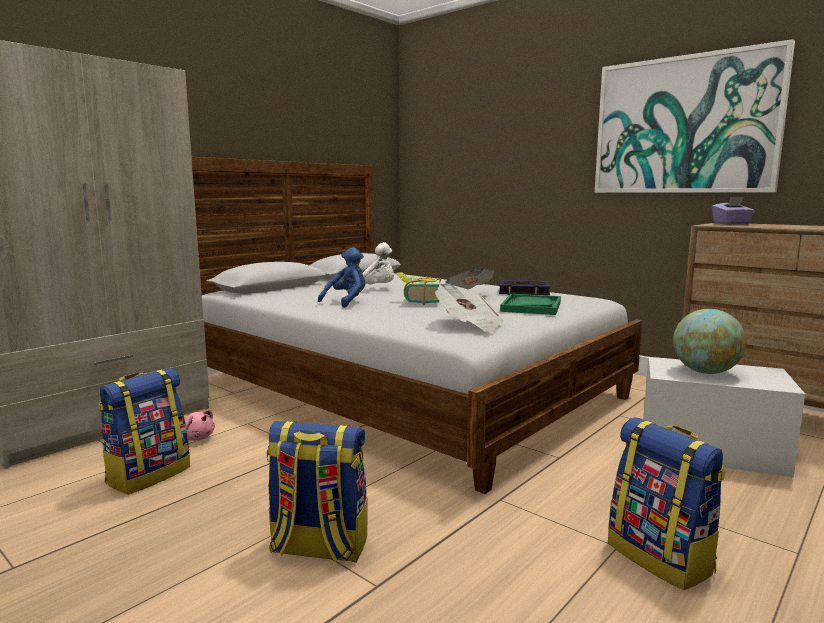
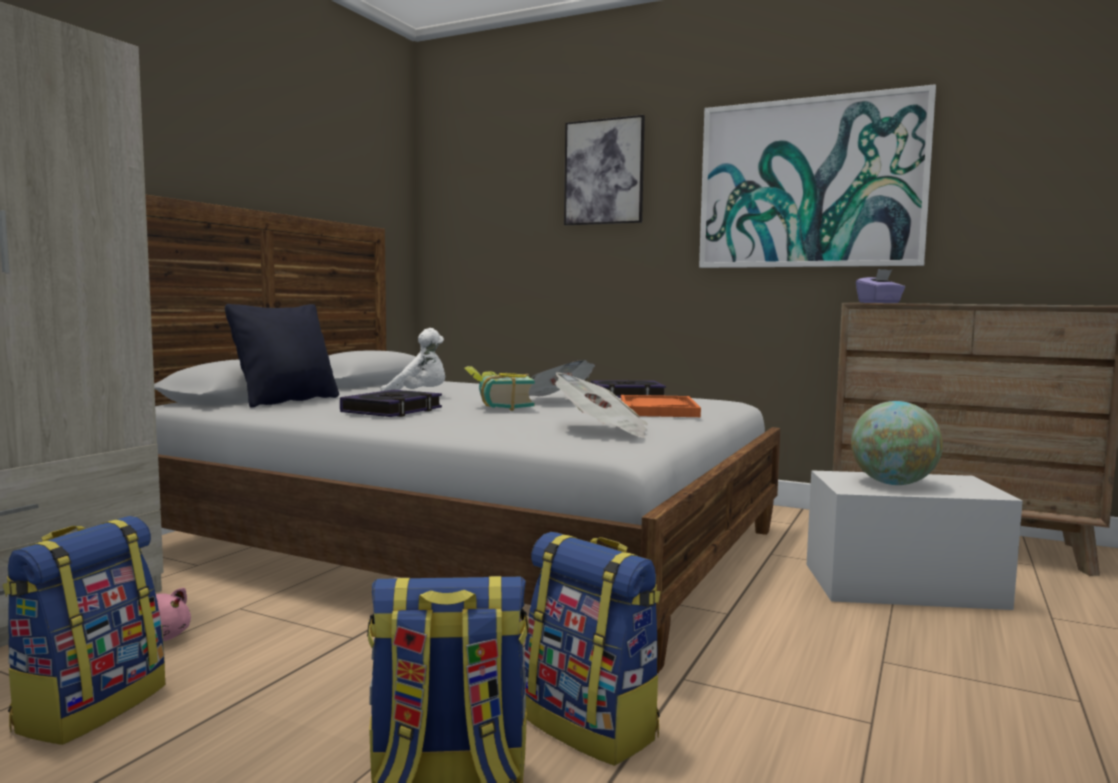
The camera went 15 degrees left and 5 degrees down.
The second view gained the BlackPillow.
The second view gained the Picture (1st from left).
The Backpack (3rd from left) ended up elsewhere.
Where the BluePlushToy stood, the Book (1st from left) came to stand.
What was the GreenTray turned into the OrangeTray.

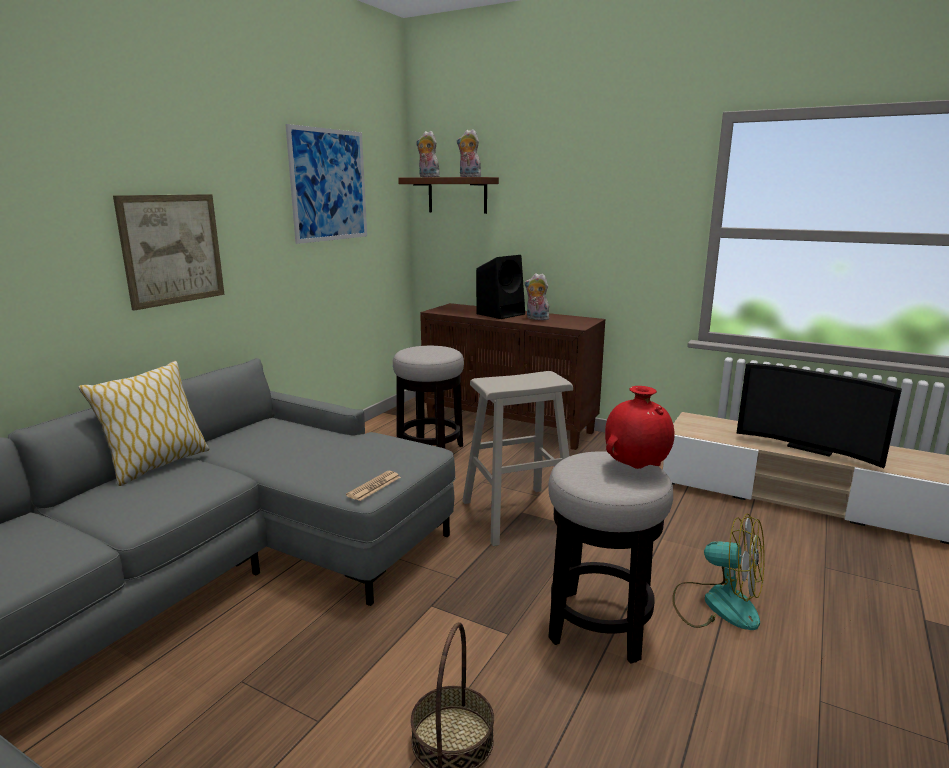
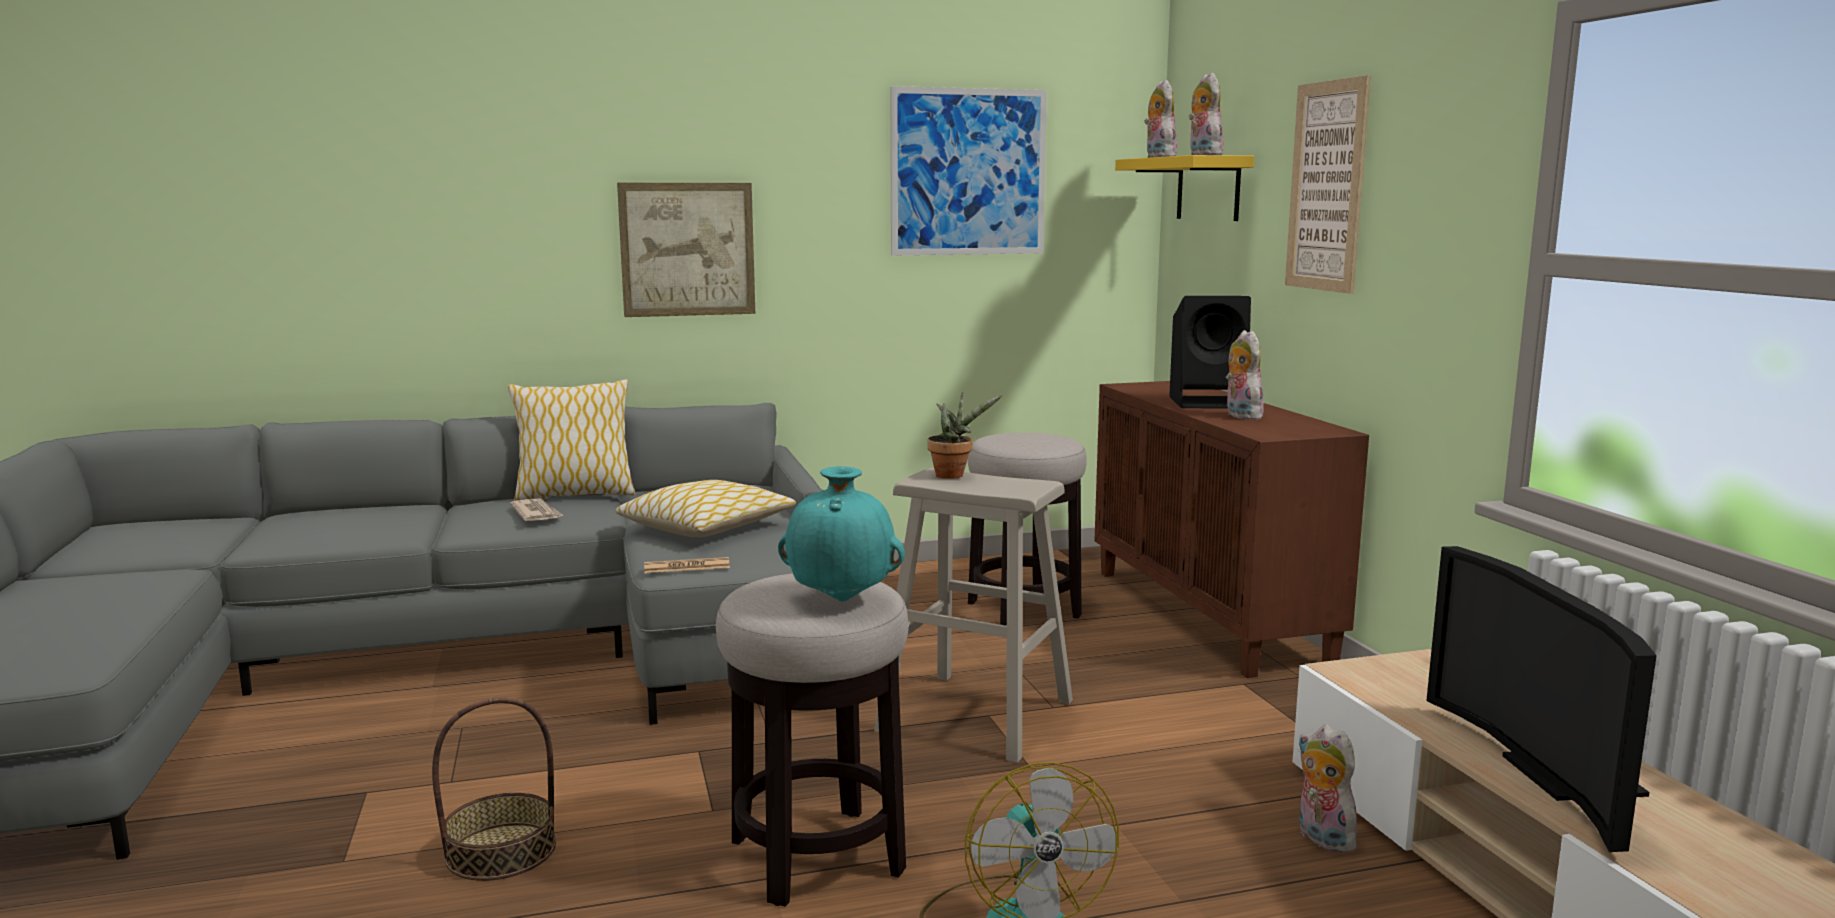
The camera went 45 degrees right and 5 degrees down.
The second view gained the Newspaper (1st from left).
The second view gained the Pillow (2nd from left).
The second view gained the PottedPlant.
The second view gained the Picture (3rd from left).
The second view gained the PlushToy (4th from left).
What was the BrownShelf turned into the YellowShelf.
What was the RedVase turned into the TurquoiseVase.

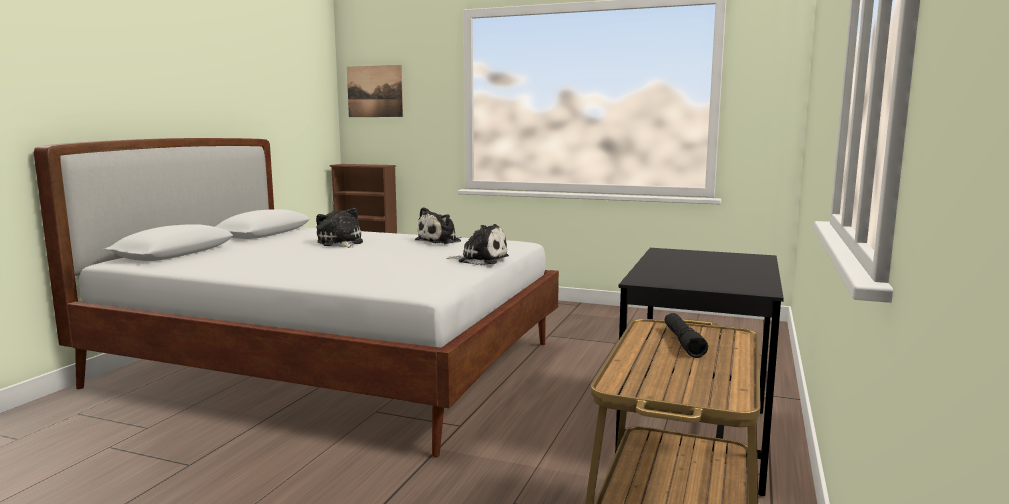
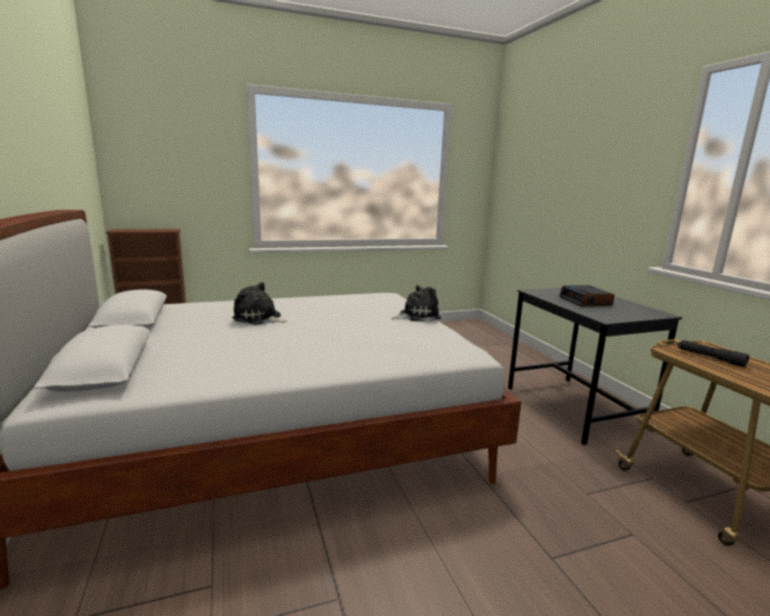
The camera went 40 degrees left and 5 degrees up.
The second view lost the Picture.
The second view lost the PlushToy (2nd from left).
The second view gained the AlarmClock.

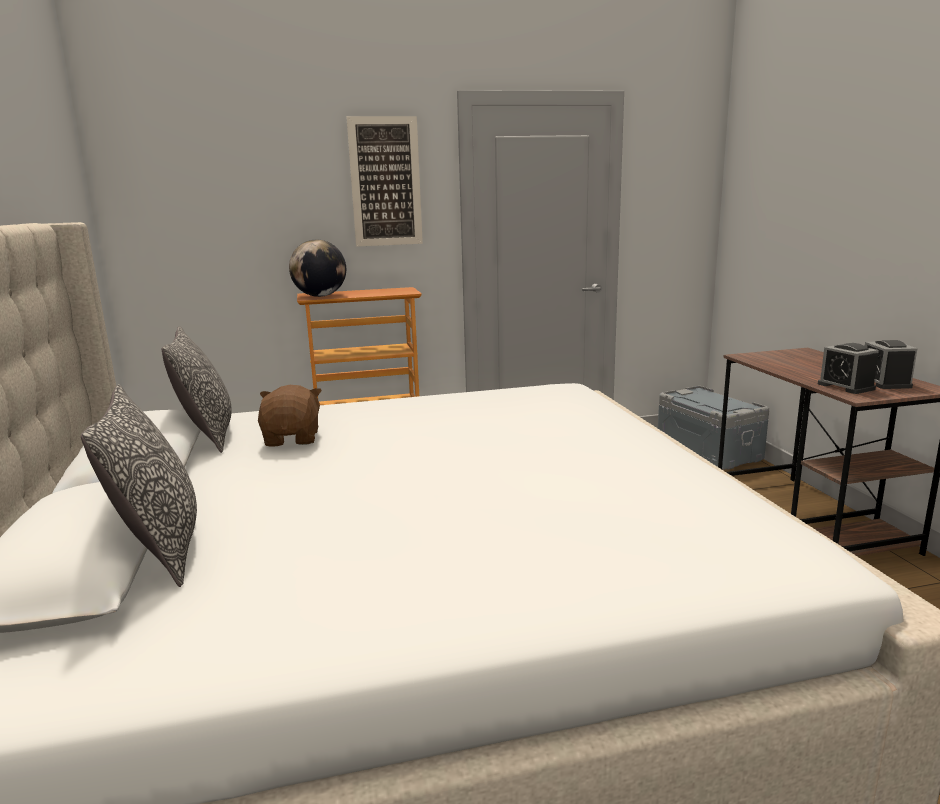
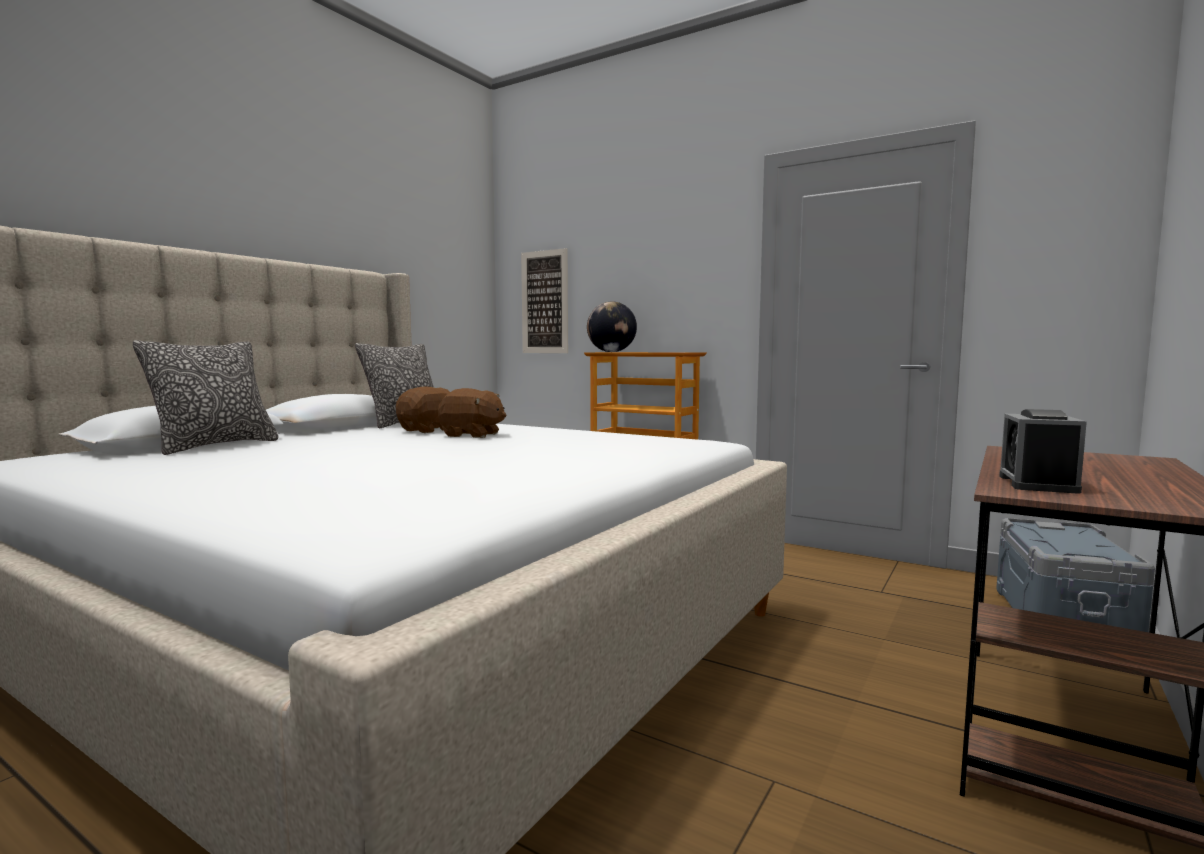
The camera went 45 degrees right and 10 degrees down.
The second view lost the AlarmClock (2nd from left).
The second view gained the BrownPlushToy (2nd from left).
The Picture ended up elsewhere.

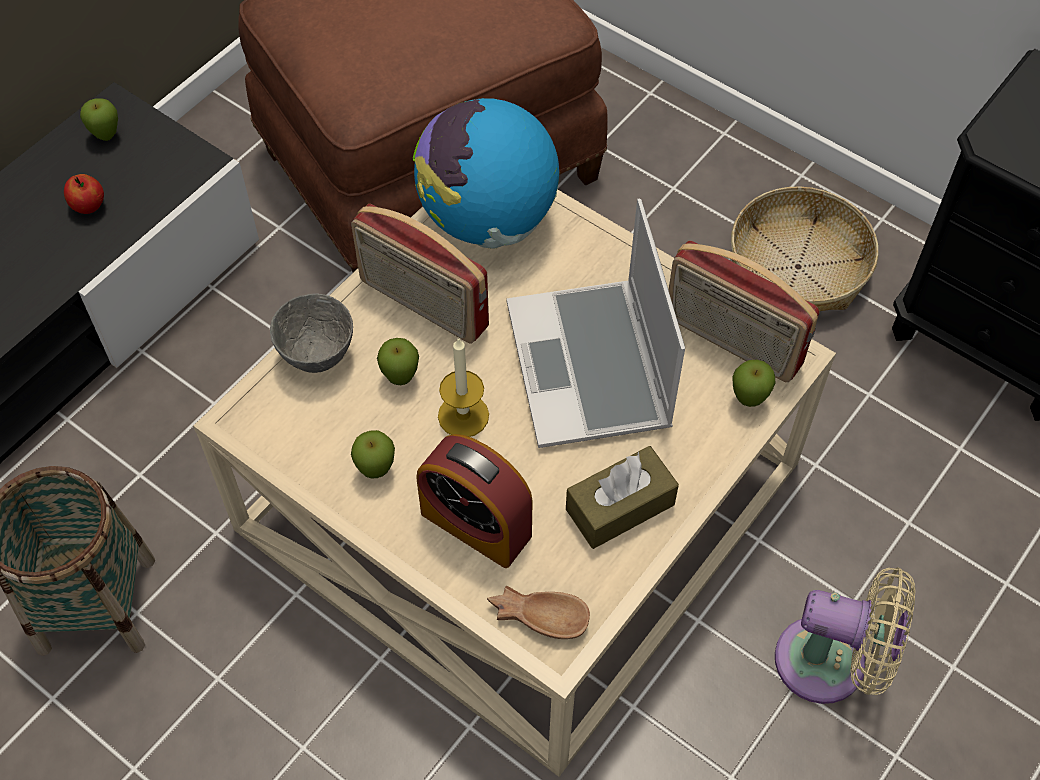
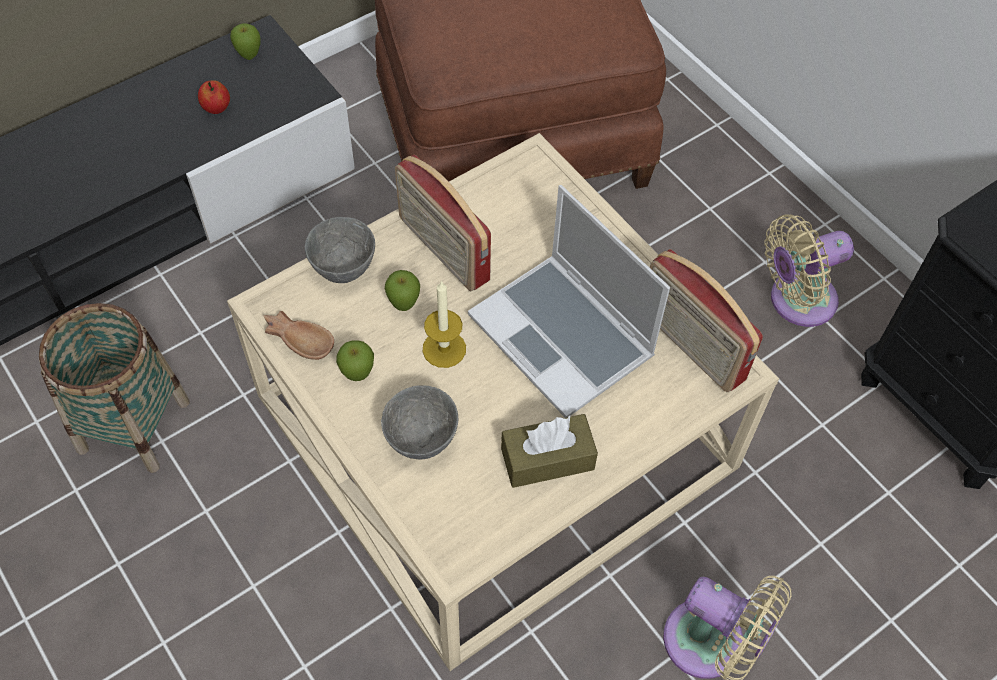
The camera went 15 degrees right and 0 degrees up.
The second view lost the Globe.
The second view lost the Apple (5th from left).
The BrownBowl ended up elsewhere.
Where the AlarmClock stood, the GreyBowl (2nd from left) came to stand.
Where the Basket (2nd from left) stood, the BeigeFan (2nd from left) came to stand.
The Laptop ended up facing another way, 45 degrees counterclockwise from before.

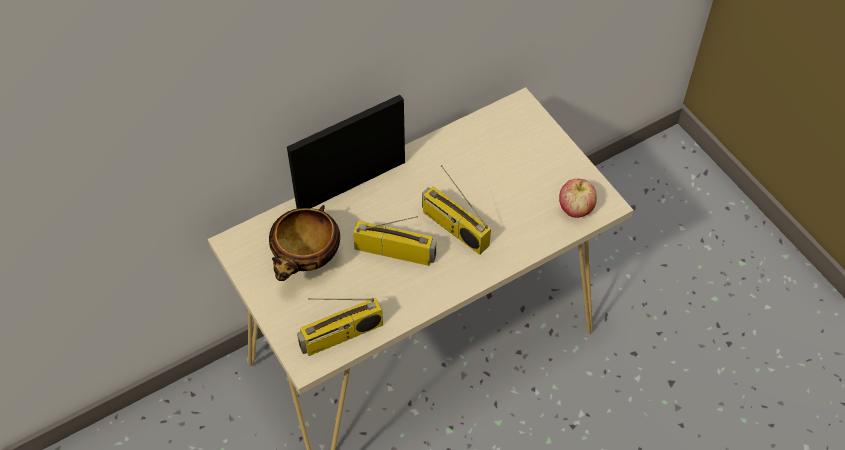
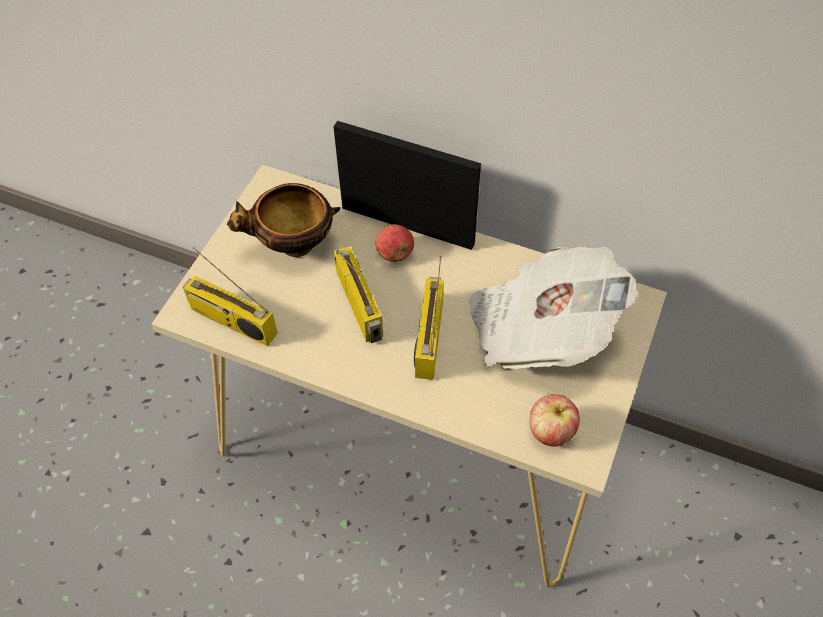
The camera went 55 degrees right and 0 degrees up.
The second view gained the Apple (1st from left).
The second view gained the Newspaper.

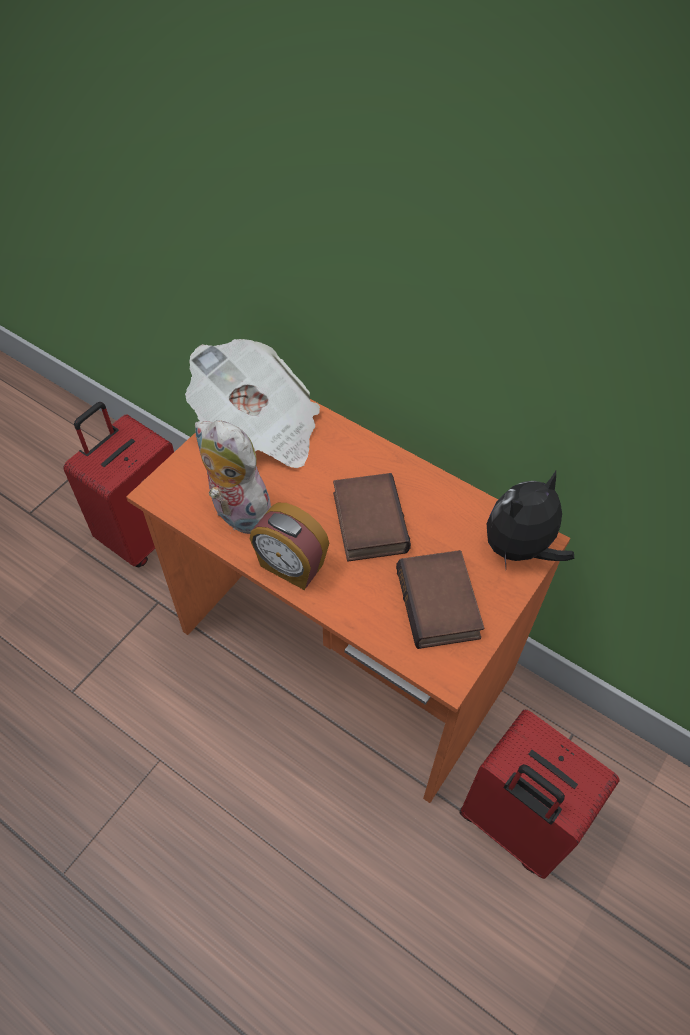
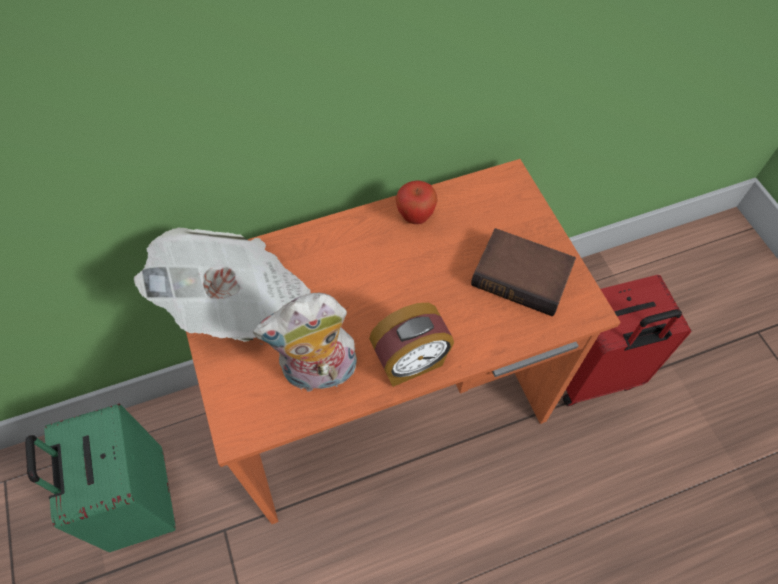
The camera went 55 degrees left and 5 degrees up.
The second view lost the Book (1st from left).
The second view lost the PlushToy (2nd from left).
The second view gained the Apple.
What was the RedSuitcase (1st from left) turned into the GreenSuitcase.

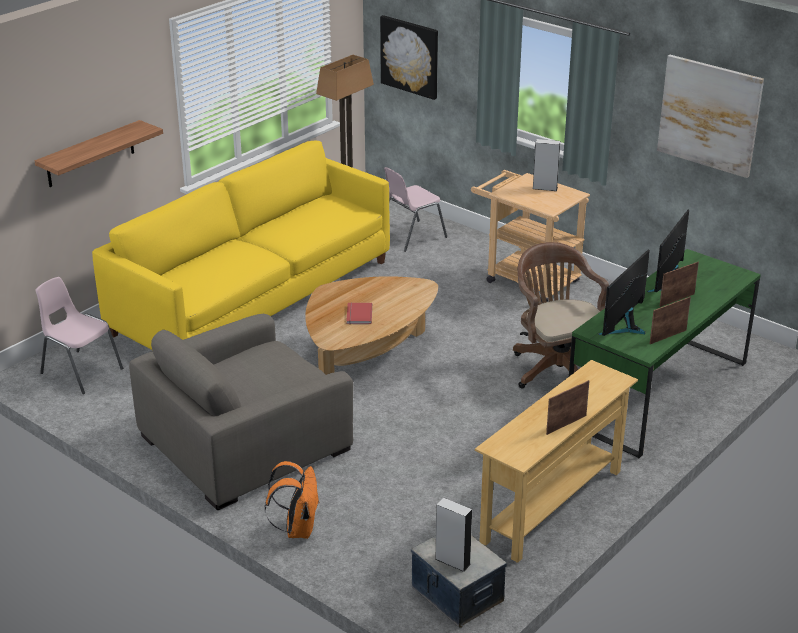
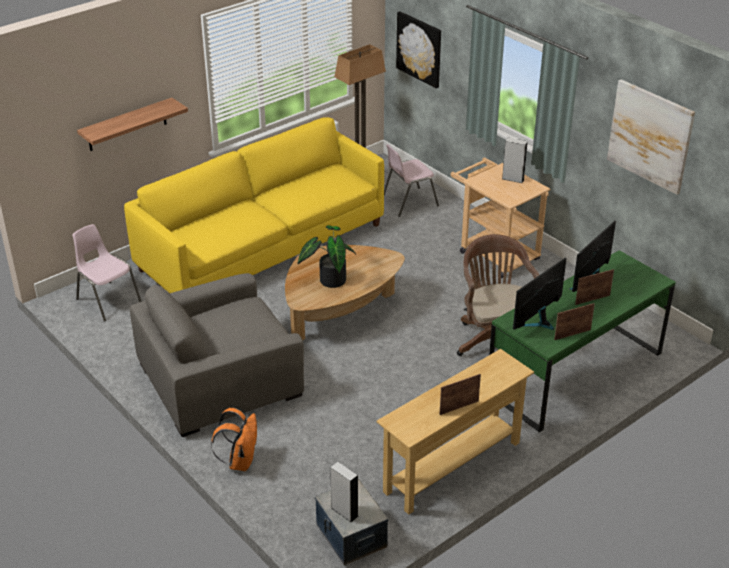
The camera went 10 degrees right and 5 degrees up.
Where the RedBook stood, the PottedPlant came to stand.

